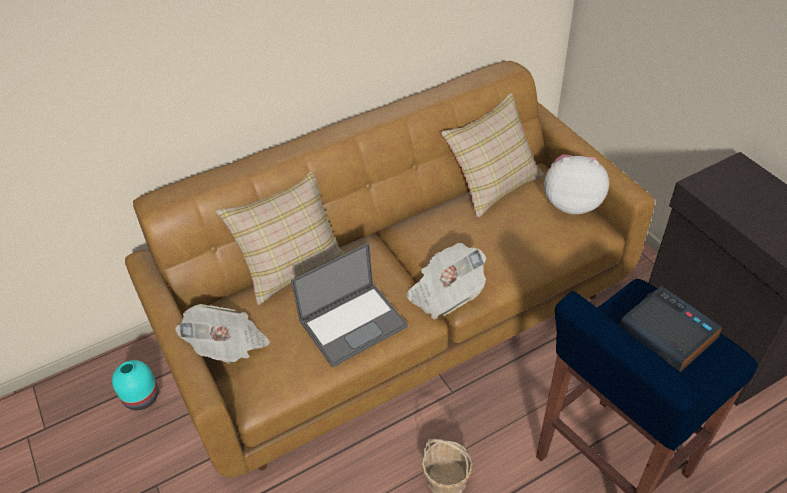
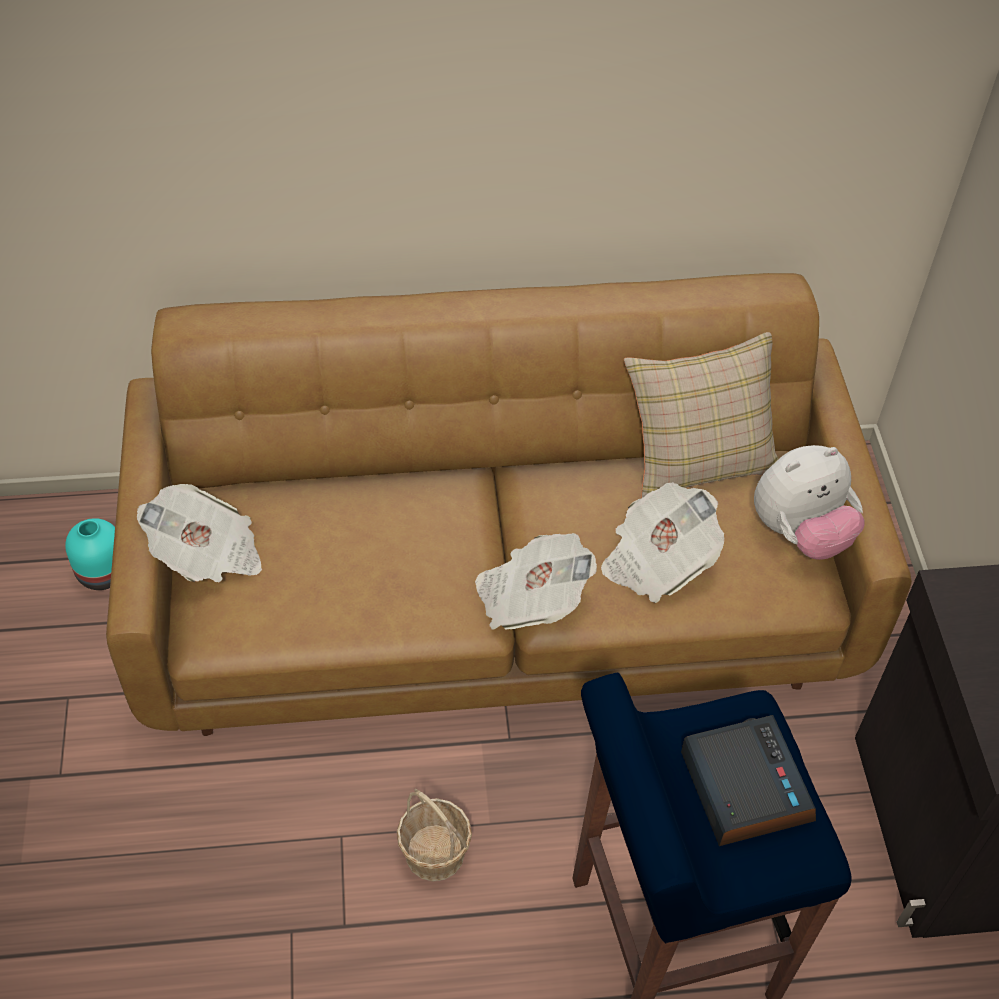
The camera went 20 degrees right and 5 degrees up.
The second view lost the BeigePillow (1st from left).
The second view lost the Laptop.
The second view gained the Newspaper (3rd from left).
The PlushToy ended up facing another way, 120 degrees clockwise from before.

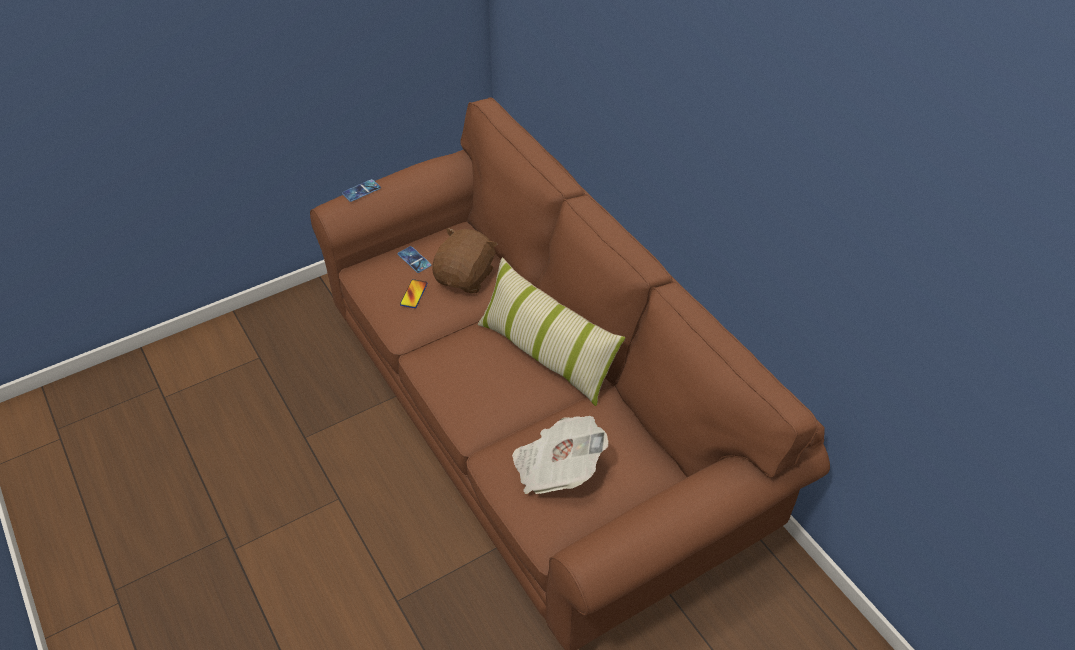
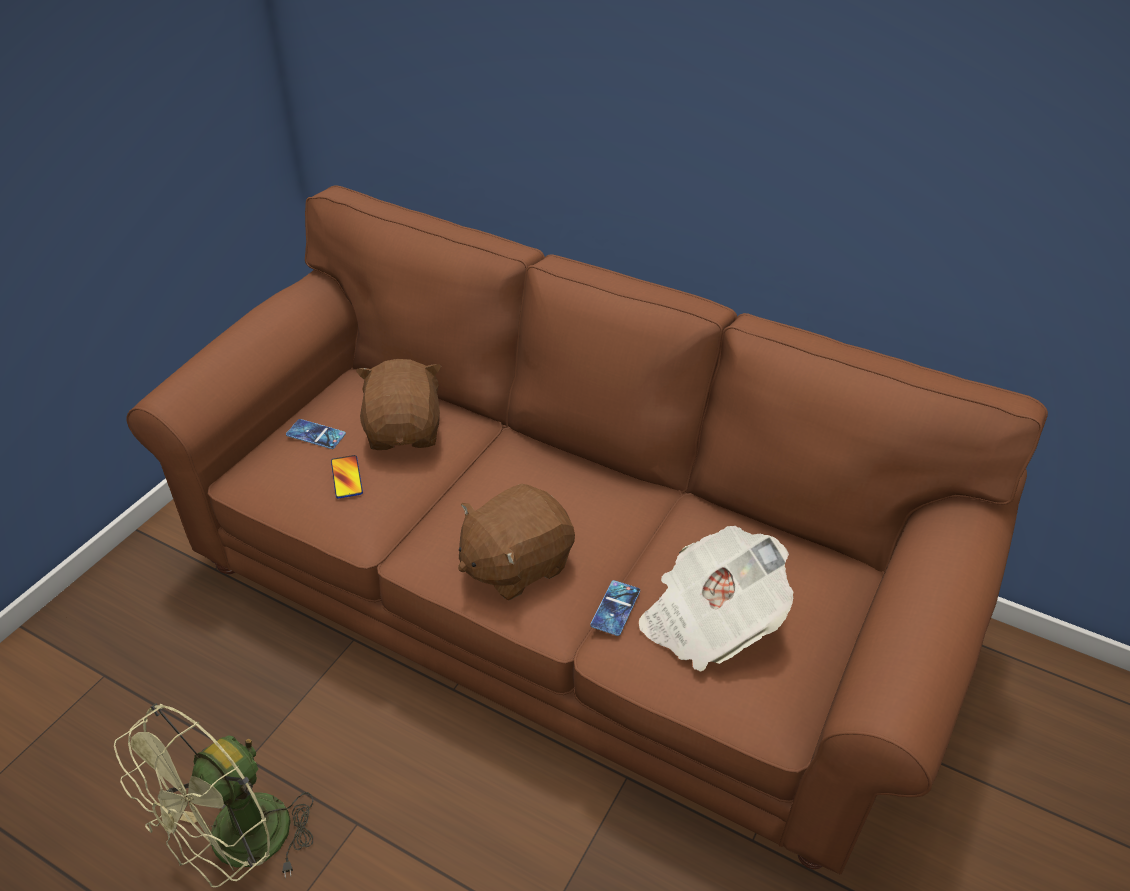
The camera went 30 degrees left and 5 degrees down.
The second view lost the Pillow.
The second view gained the GreenFan.
The second view gained the BrownPlushToy (2nd from left).
The Phone (1st from left in the first image) ended up elsewhere.

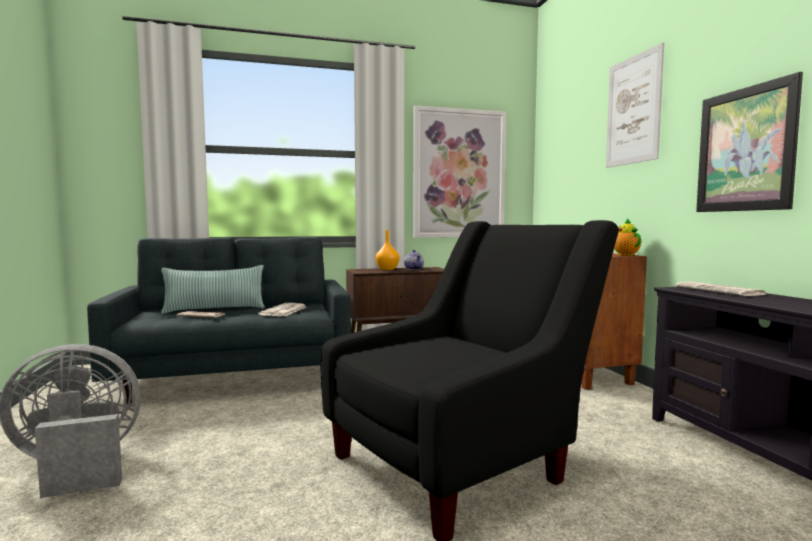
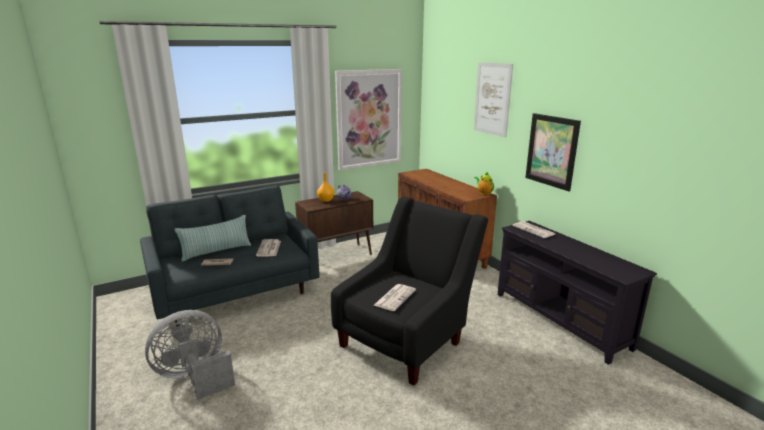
The camera went 15 degrees left and 15 degrees up.
The second view gained the Newspaper (3rd from left).

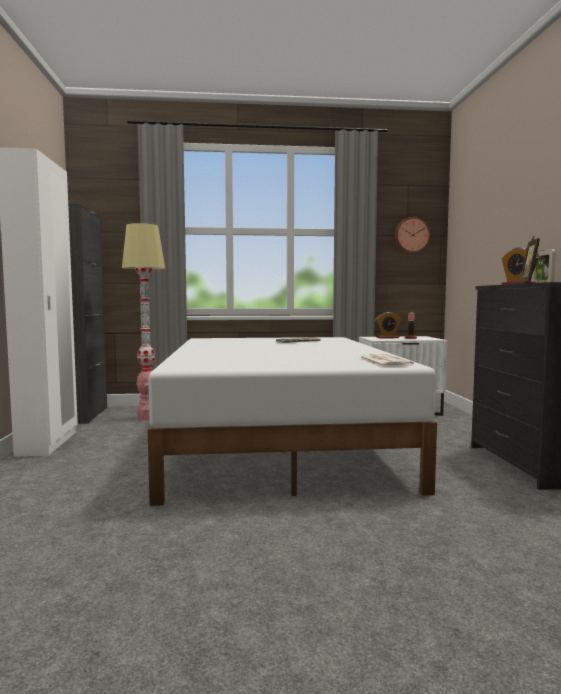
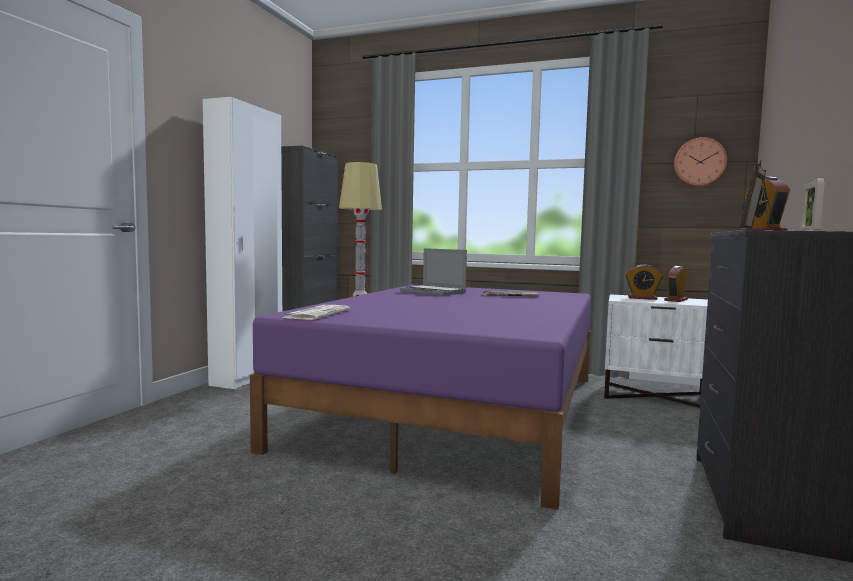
The camera went 25 degrees right and 0 degrees up.
The second view gained the Laptop.
The Newspaper (2nd from left in the first image) ended up elsewhere.
What was the WhiteBed turned into the PurpleBed.

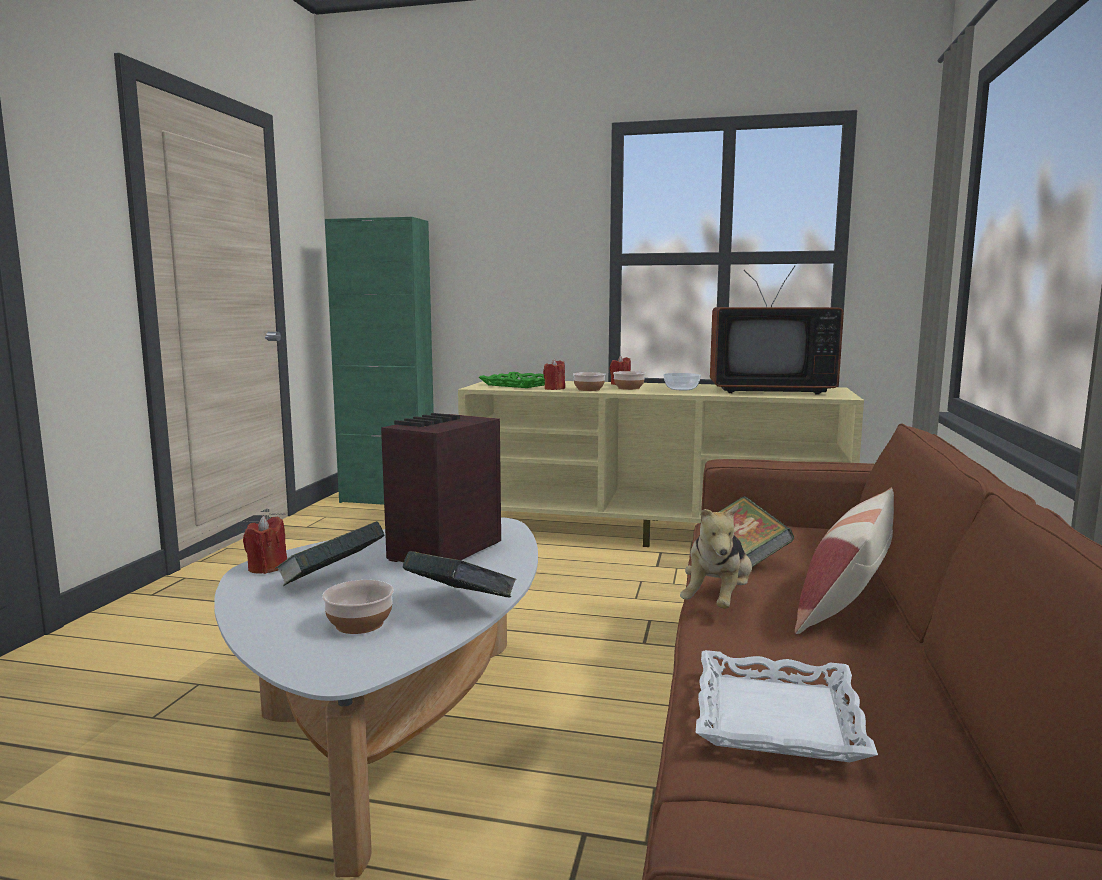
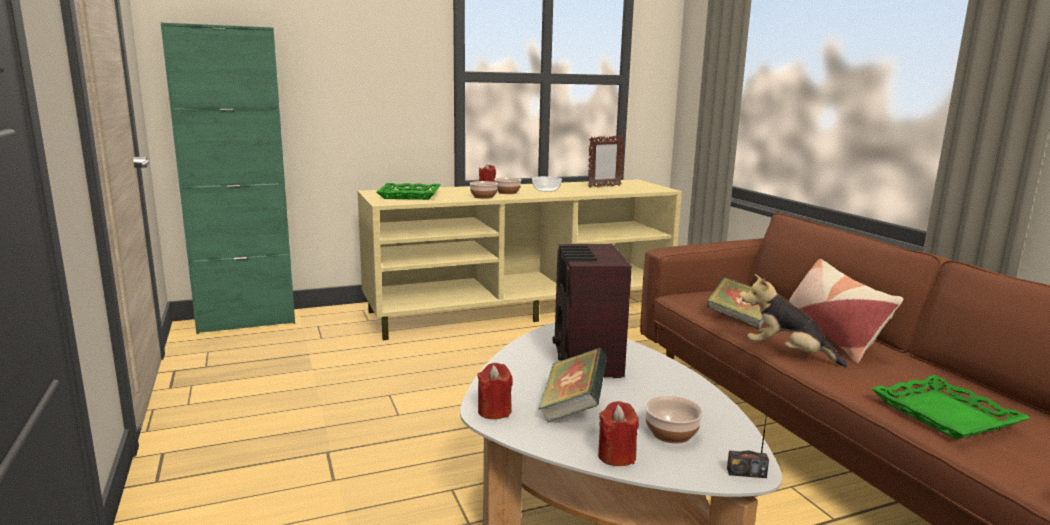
The camera went 35 degrees left and 5 degrees up.
The second view lost the Book (2nd from left).
The second view gained the Radio (2nd from left).
The RedCandle (2nd from left in the first image) ended up elsewhere.
Where the Television stood, the PictureFrame came to stand.
What was the WhiteTray turned into the GreenTray (2nd from left).
The PlushToy ended up facing another way, 135 degrees clockwise from before.

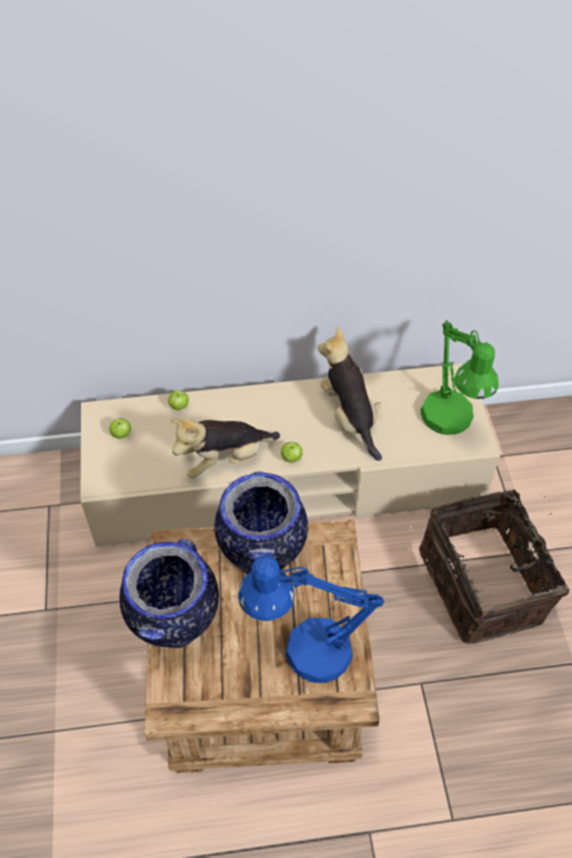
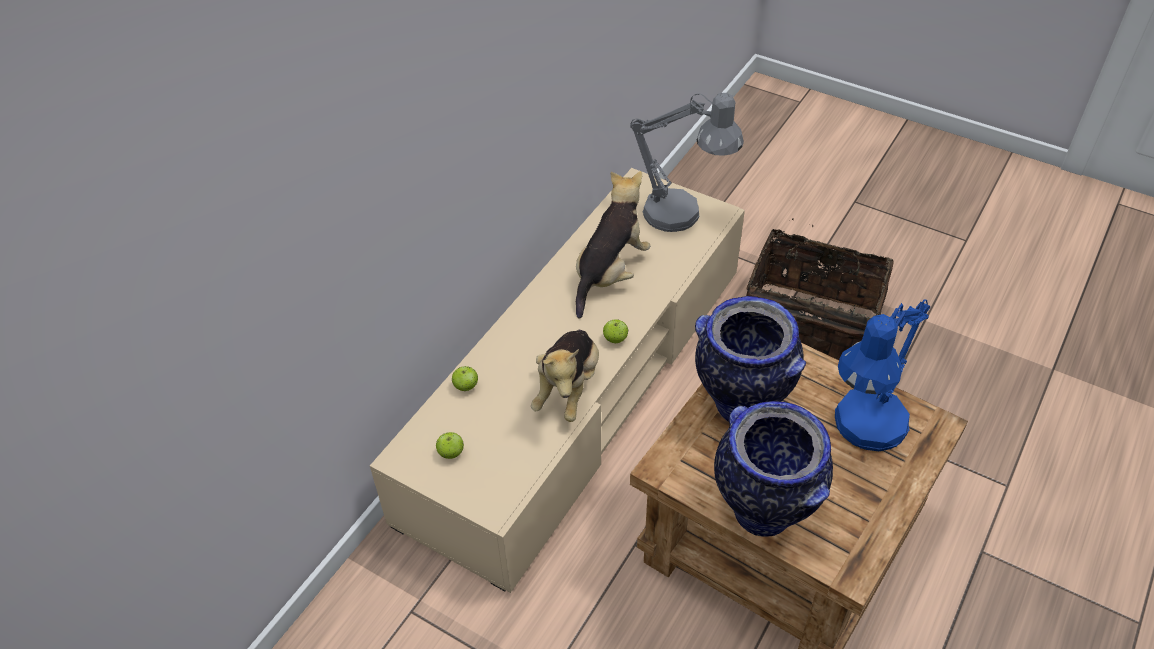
The camera went 50 degrees left and 5 degrees down.
What was the GreenTableLamp turned into the GreyTableLamp.
The PlushToy (2nd from left) ended up facing another way, 105 degrees clockwise from before.

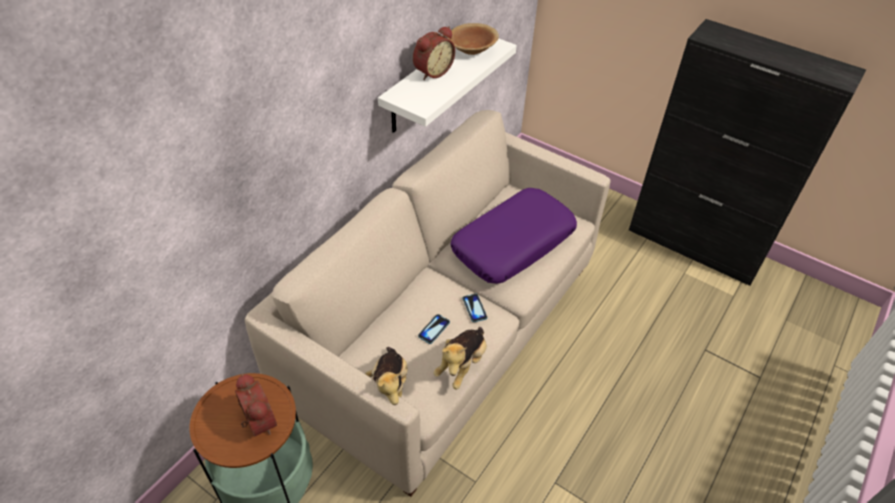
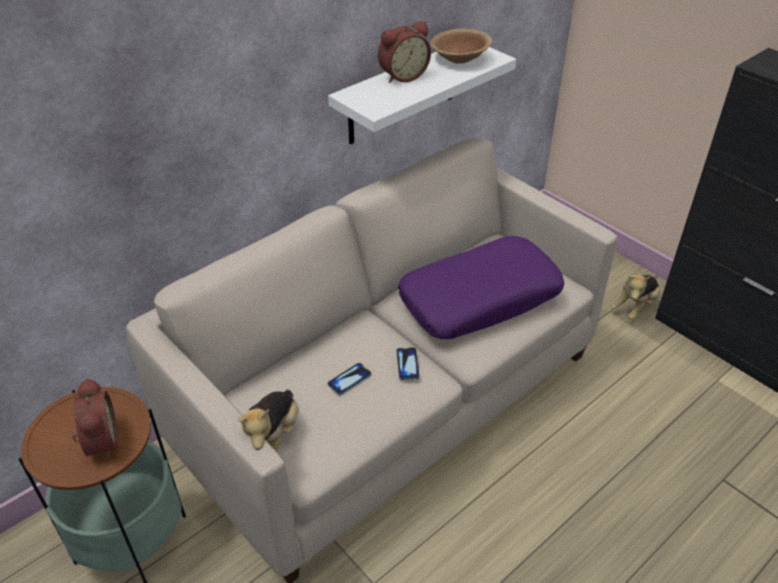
The camera went 15 degrees right and 5 degrees down.
The PlushToy (2nd from left) ended up elsewhere.

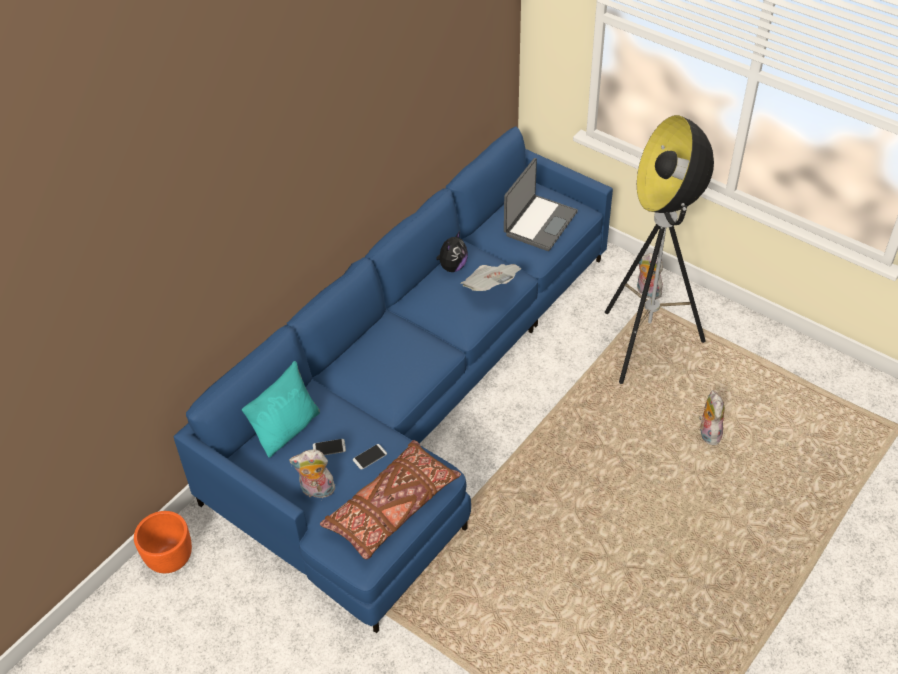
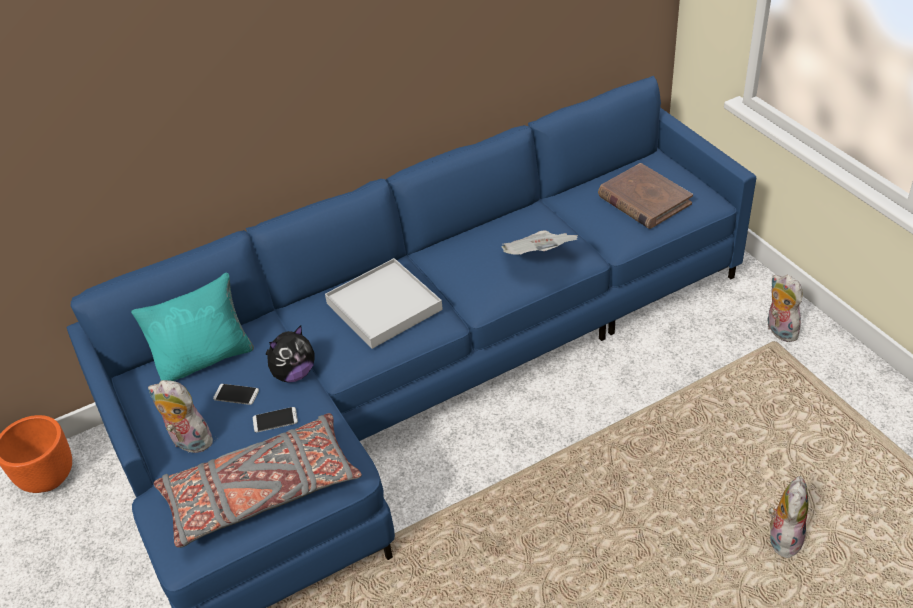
The camera went 25 degrees right and 5 degrees down.
The second view lost the FloorLamp.
The second view gained the WhiteTray.
The PlushToy (2nd from left) ended up elsewhere.
Where the Laptop stood, the BrownBook came to stand.
What was the BrownPillow turned into the GreyPillow.

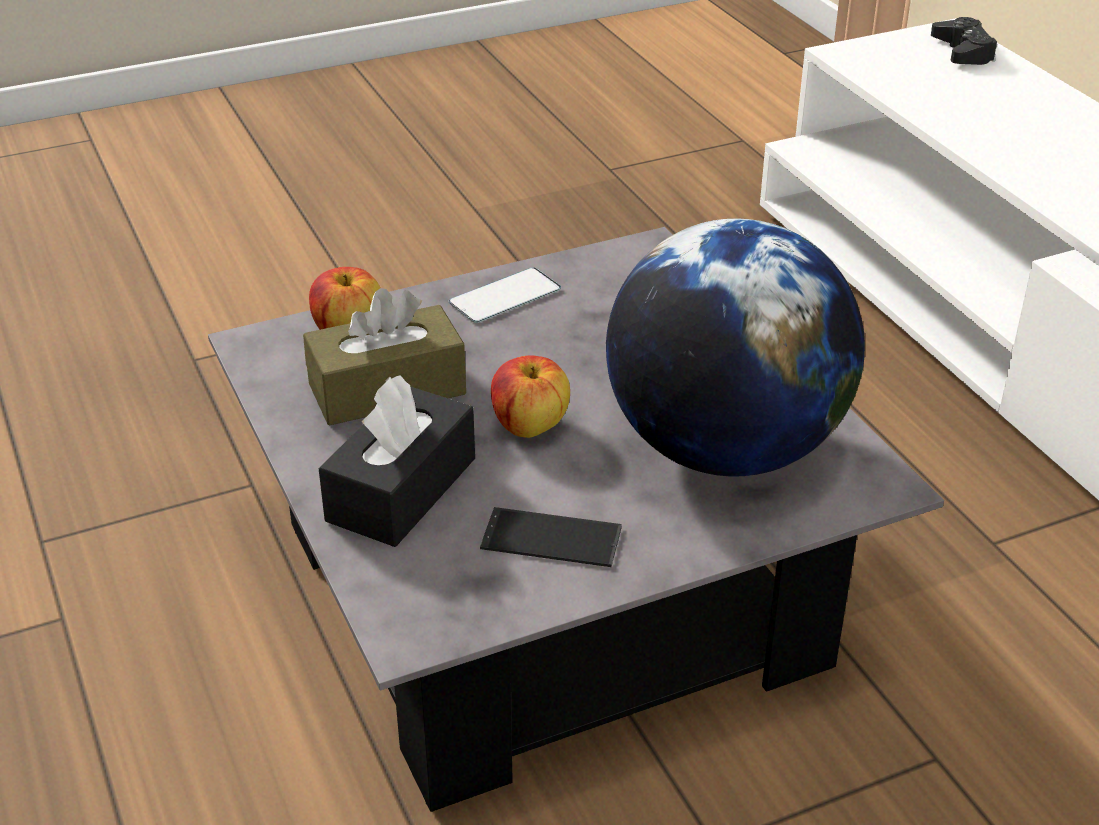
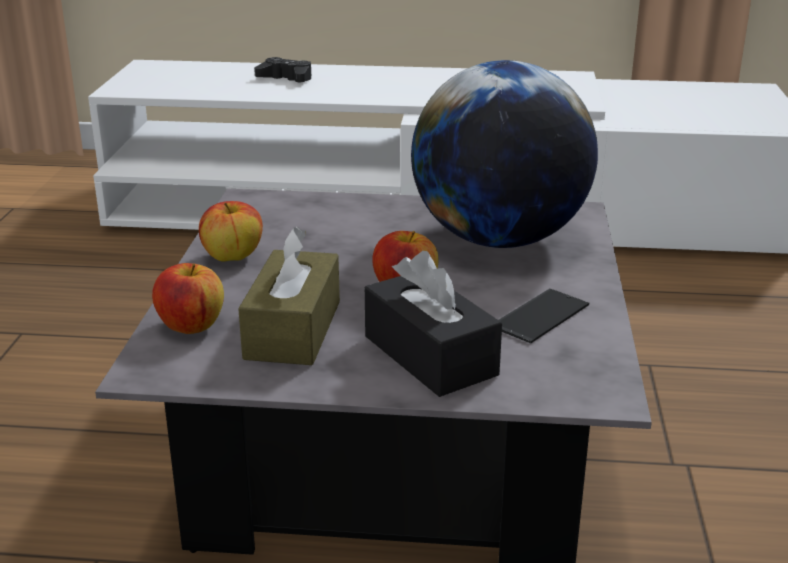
The camera went 60 degrees left and 10 degrees down.
The BlackGameController ended up elsewhere.
Where the Phone (1st from left) stood, the Apple (2nd from left) came to stand.

